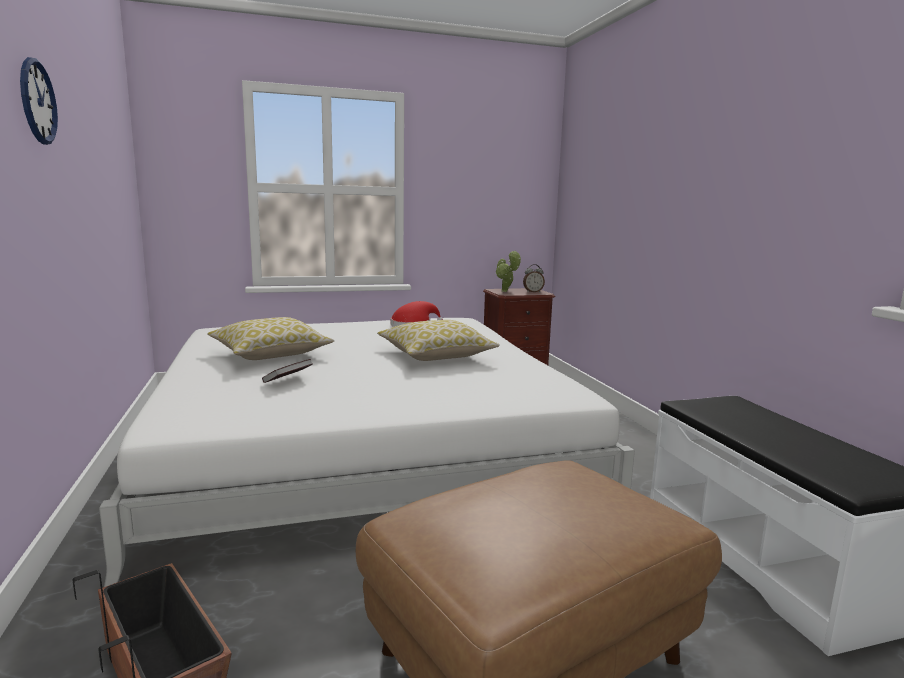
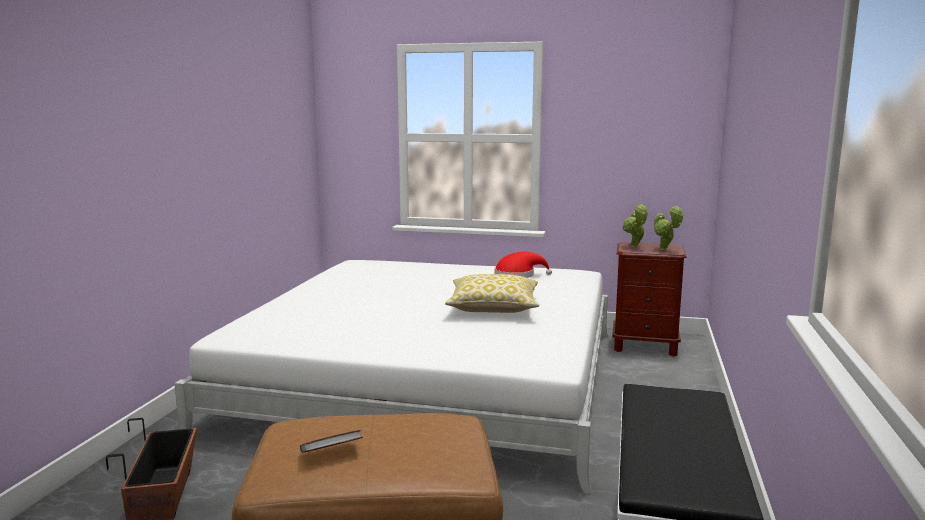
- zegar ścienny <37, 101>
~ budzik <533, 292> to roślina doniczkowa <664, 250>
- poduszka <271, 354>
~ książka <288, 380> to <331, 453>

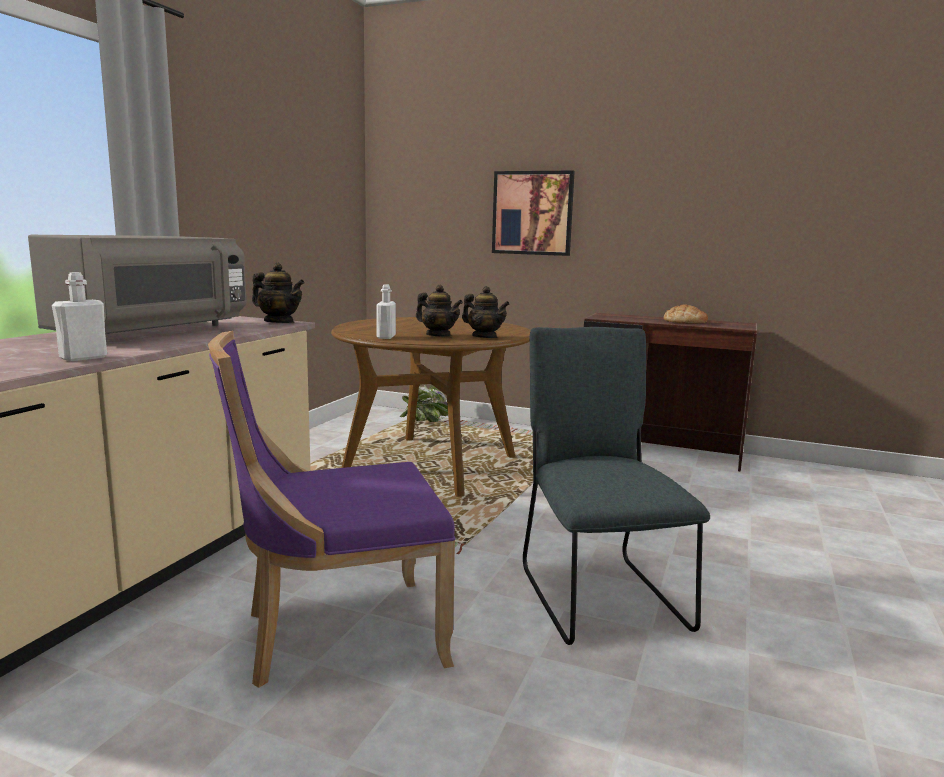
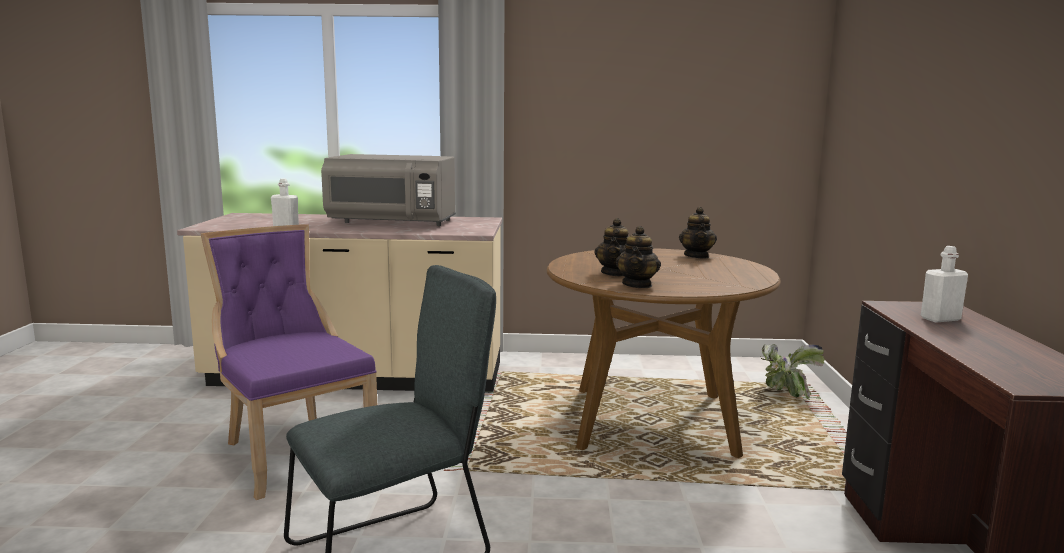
- obraz <532, 213>
~ imbryk <279, 322> to <696, 256>
~ butelka [biały] <386, 337> to <940, 319>
- chleb <685, 322>

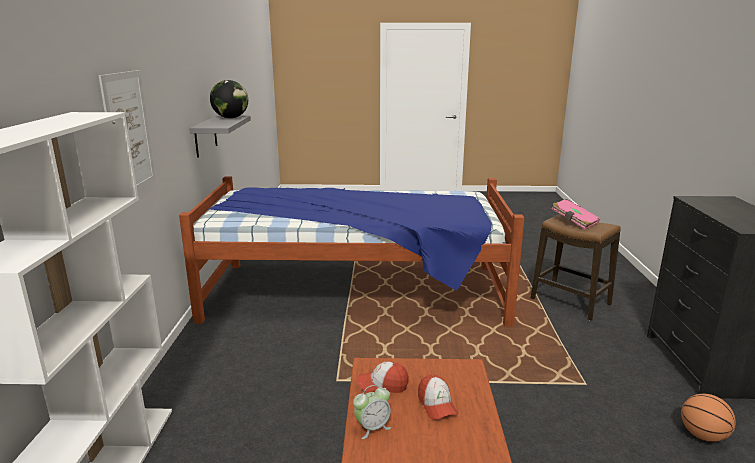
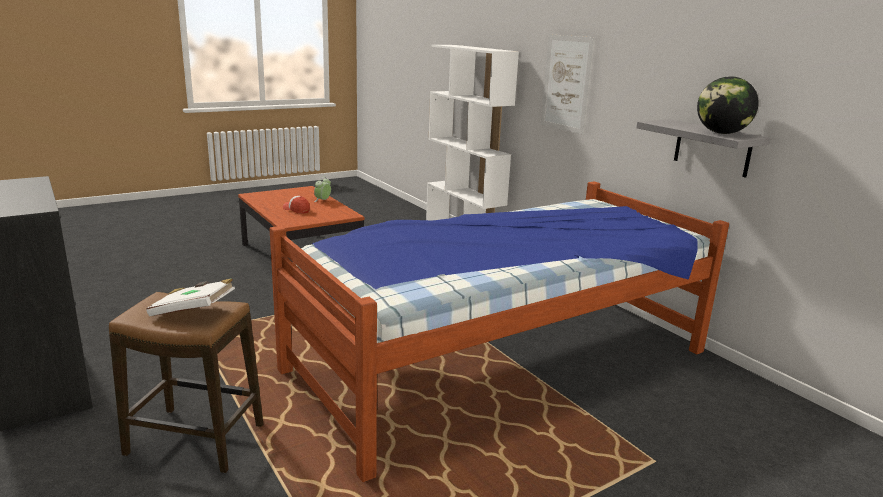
~ książka [różowy] <574, 222> to książka [biały] <193, 311>
- czapka z daszkiem <383, 384>
- piłka do koszykówki <703, 436>

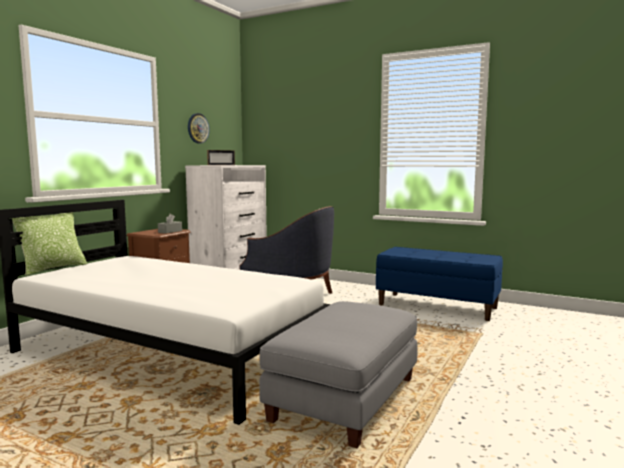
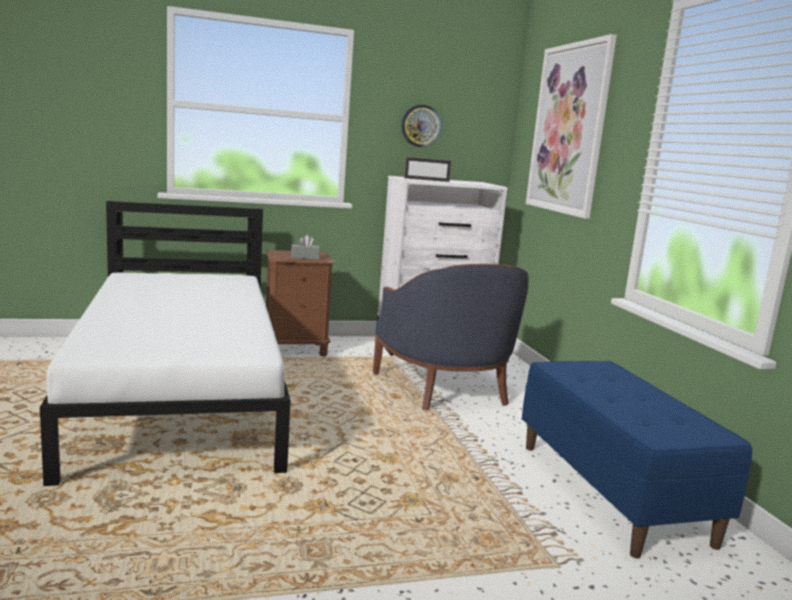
- poduszka <53, 268>
- pufa [szary] <345, 398>
+ obraz <569, 129>

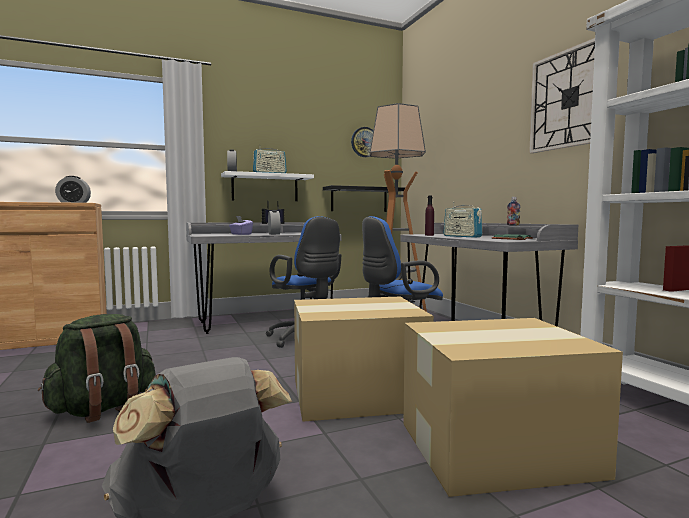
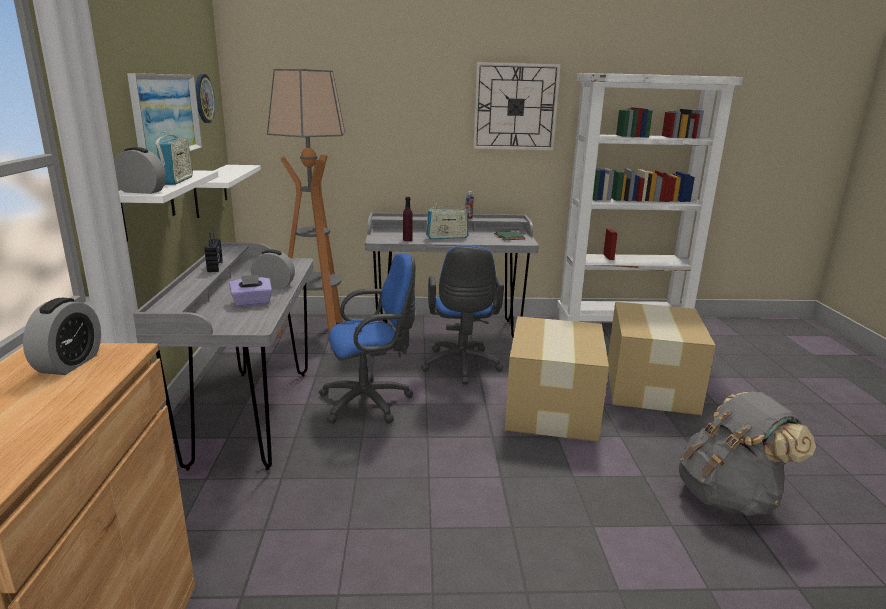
~ półka [czarny] <359, 199> to półka [biały] <210, 190>
- plecak [zielony] <103, 409>
+ obraz <166, 115>

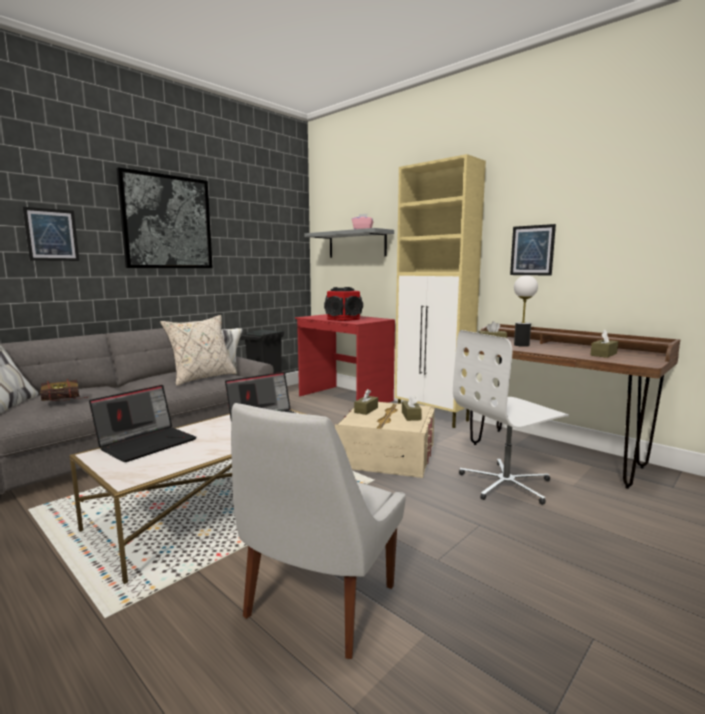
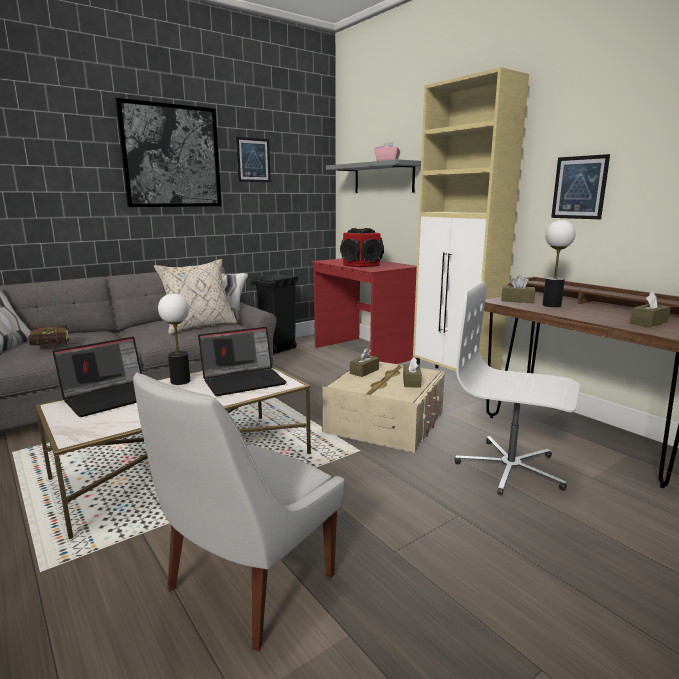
~ obraz <52, 235> to <253, 160>
~ krzesło biurowe [biały] <506, 484> = <510, 469> 45 degrees clockwise
+ lampa stołowa <180, 381>

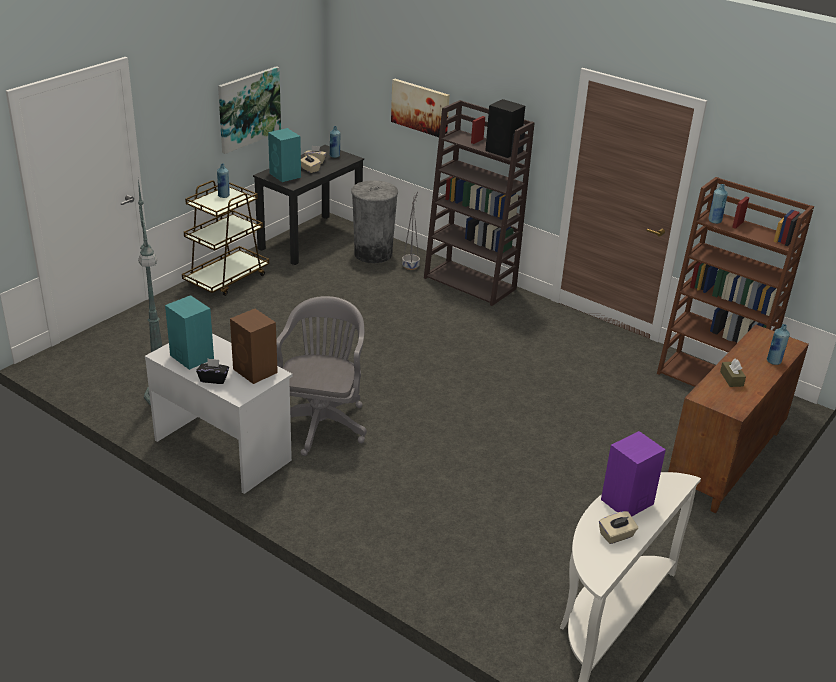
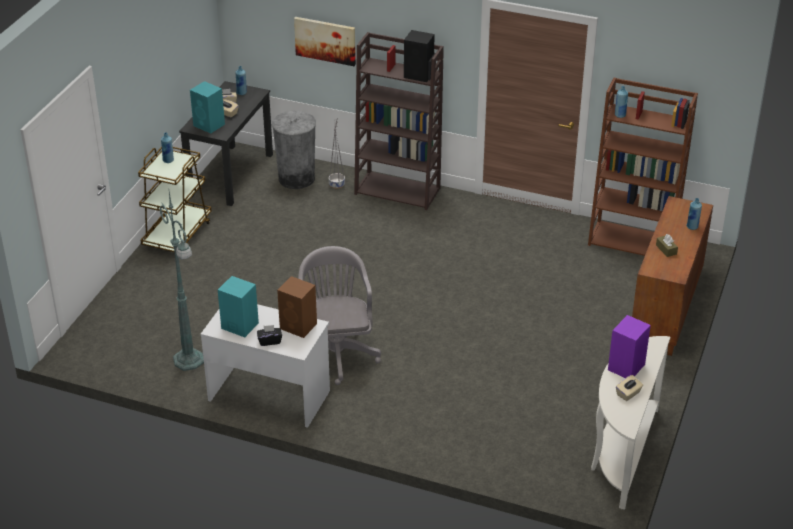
- obraz <249, 109>

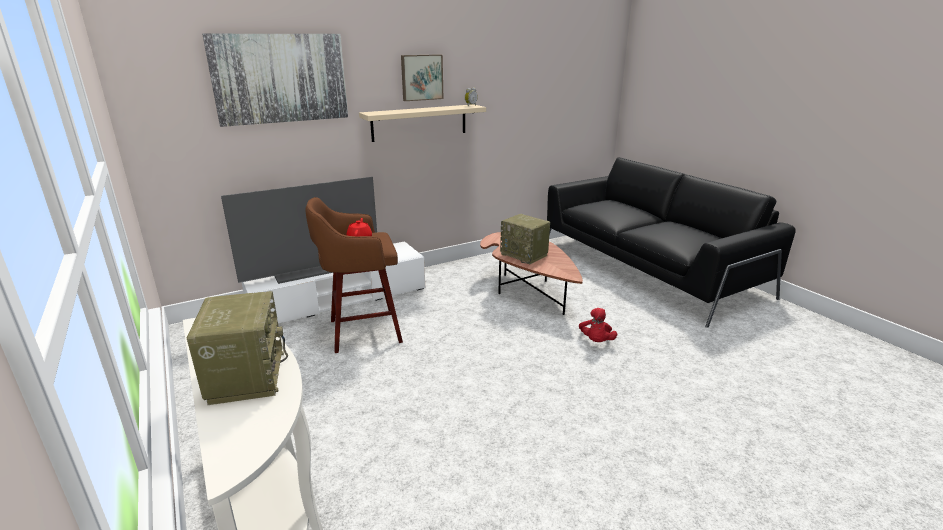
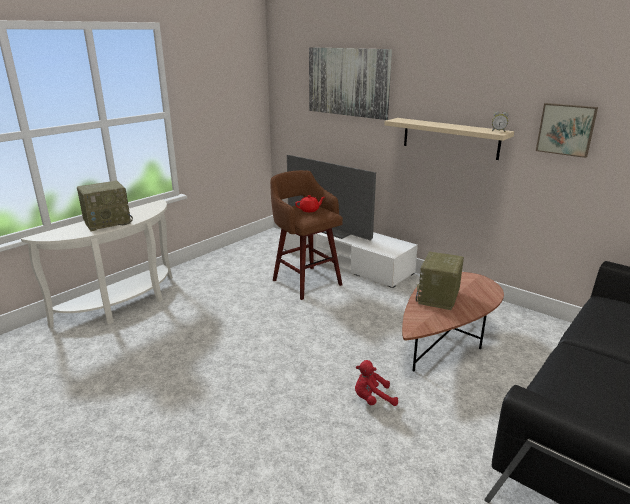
~ obraz <421, 77> to <566, 129>

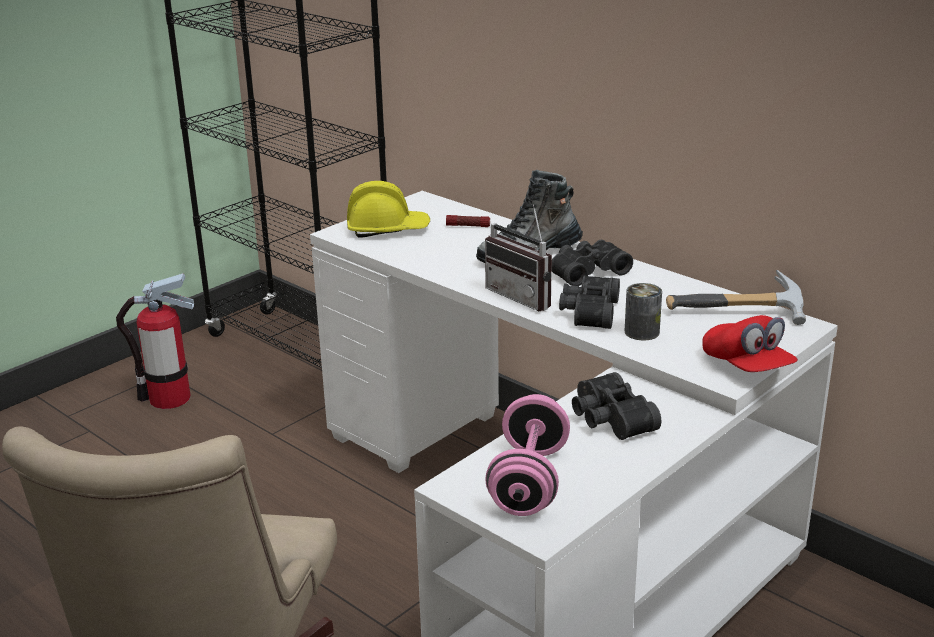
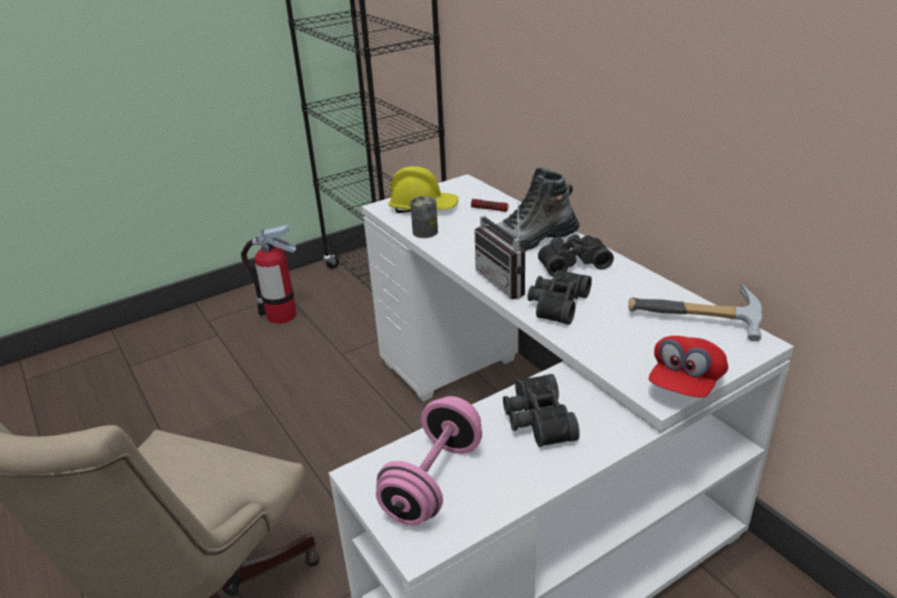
~ puszka <642, 332> to <425, 232>
~ czapka z daszkiem [czerwony] <747, 366> = <685, 383> 45 degrees clockwise

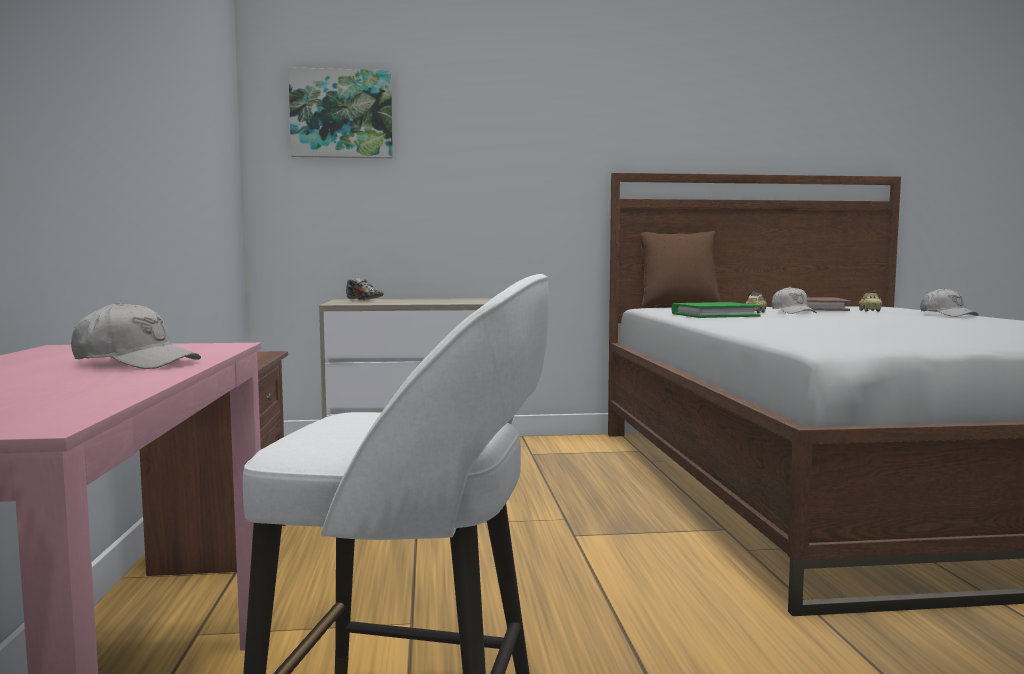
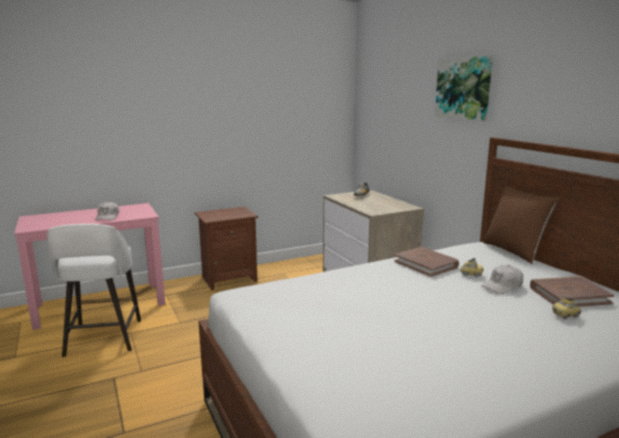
~ obraz <342, 114> to <463, 88>
- czapka z daszkiem [biały] <947, 314>
~ książka [zielony] <714, 315> to książka [brązowy] <426, 264>

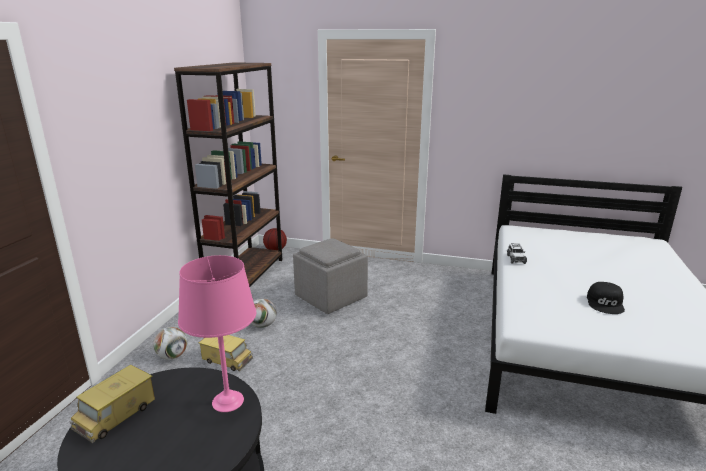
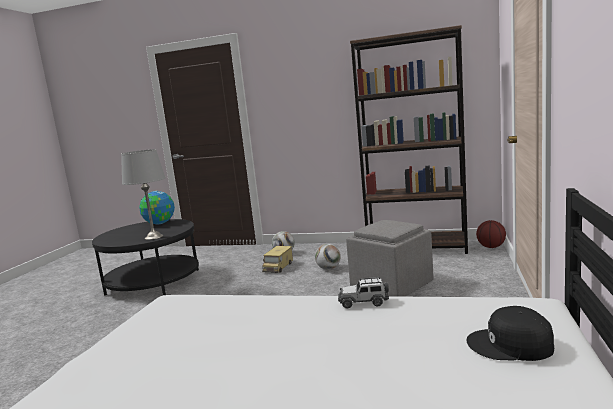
~ lampa stołowa [różowy] <228, 401> to lampa stołowa [szary] <154, 237>
~ czapka z daszkiem [czarny] <605, 303> to <510, 345>
~ ciężarówka zabawkowa <116, 415> to globus <159, 223>

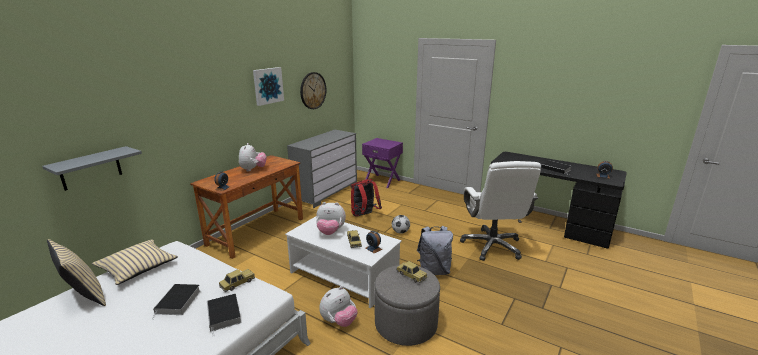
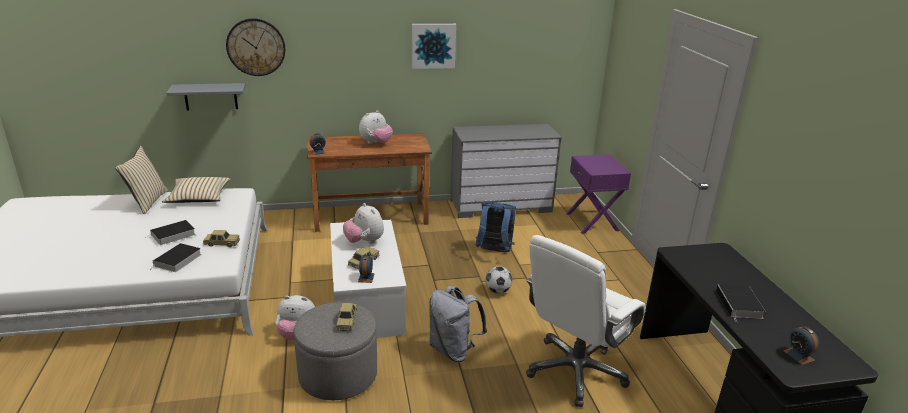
~ zegar ścienny <313, 90> to <256, 47>
~ plecak [czerwony] <364, 215> to plecak [niebieski] <494, 252>

